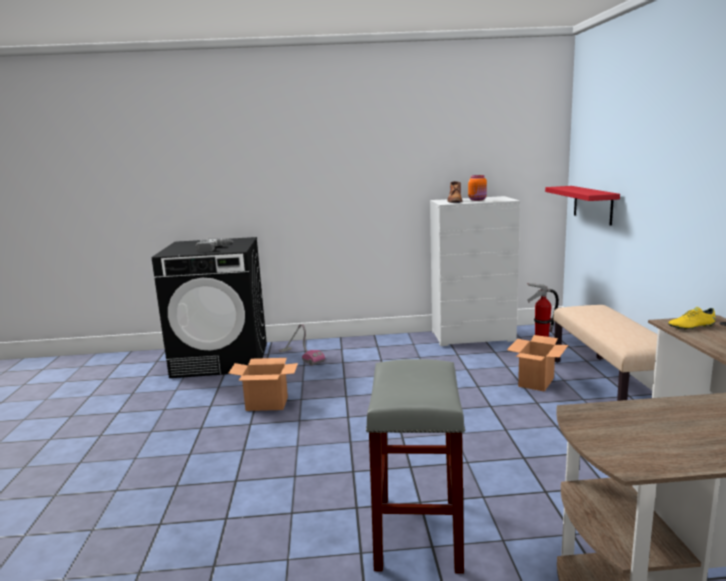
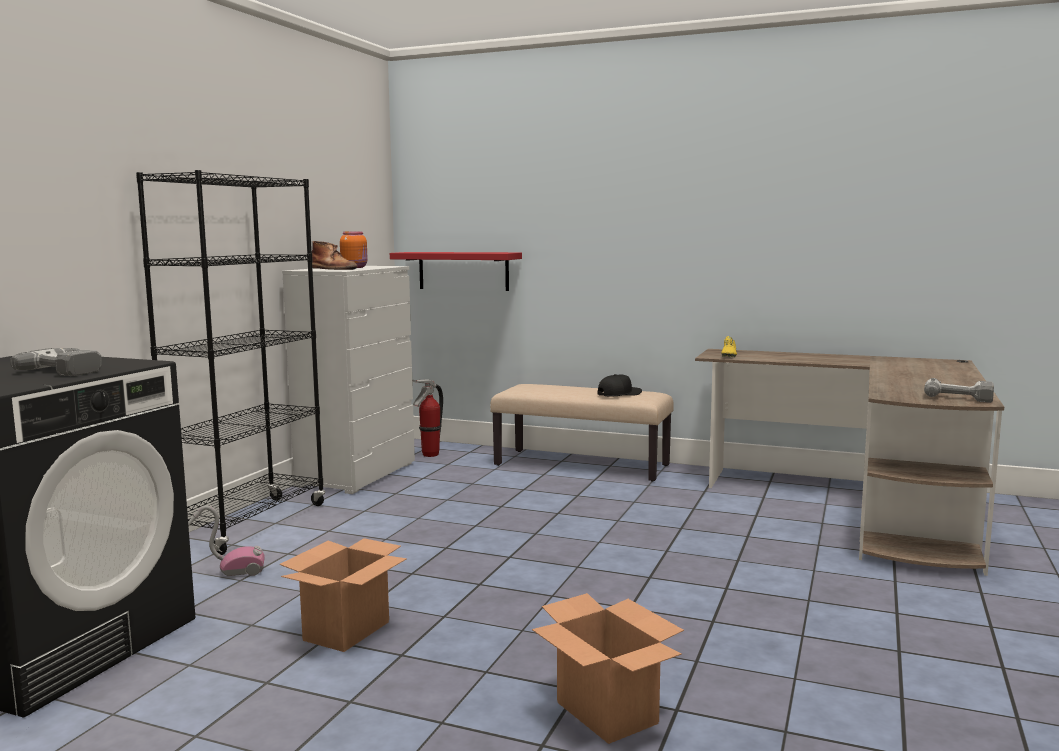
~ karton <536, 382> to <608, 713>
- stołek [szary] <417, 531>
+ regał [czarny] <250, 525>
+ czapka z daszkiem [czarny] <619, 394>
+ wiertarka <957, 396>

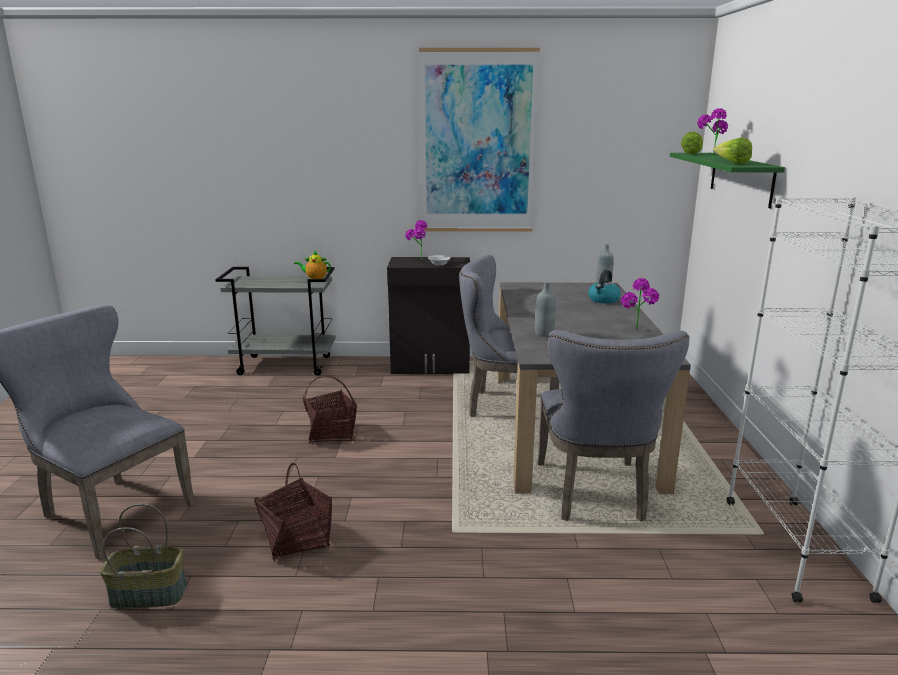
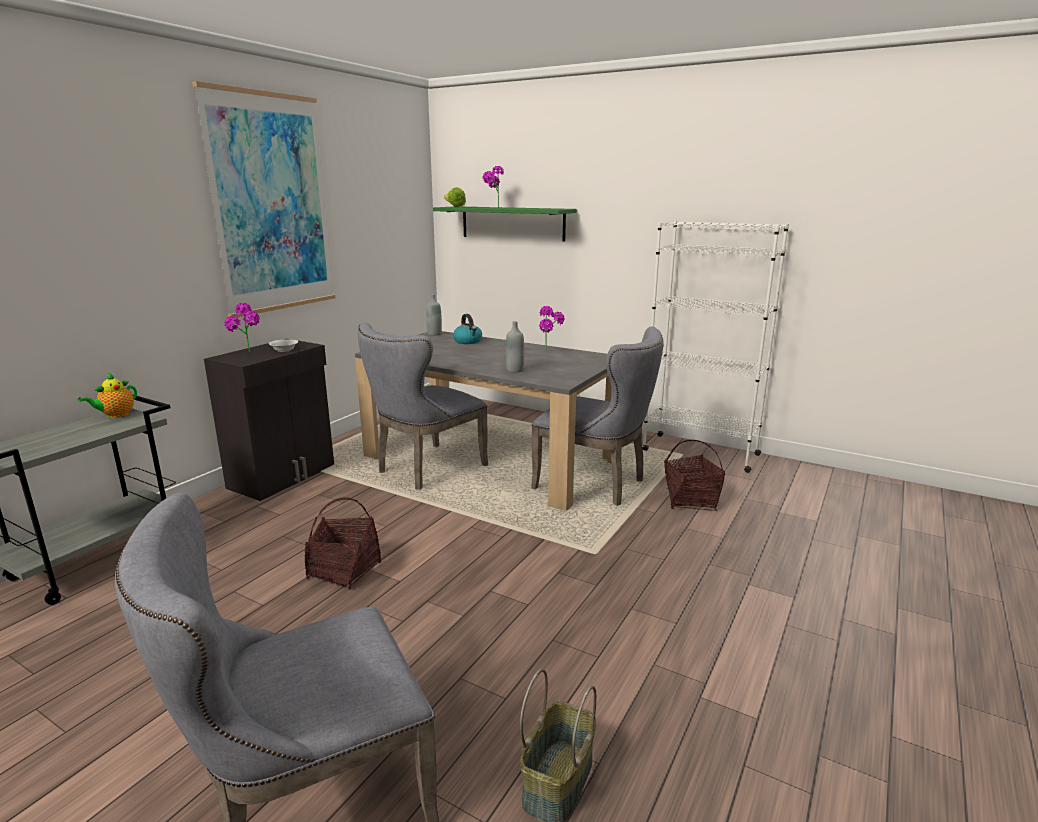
- sałata <731, 163>
~ koszyk <297, 539> to <690, 500>

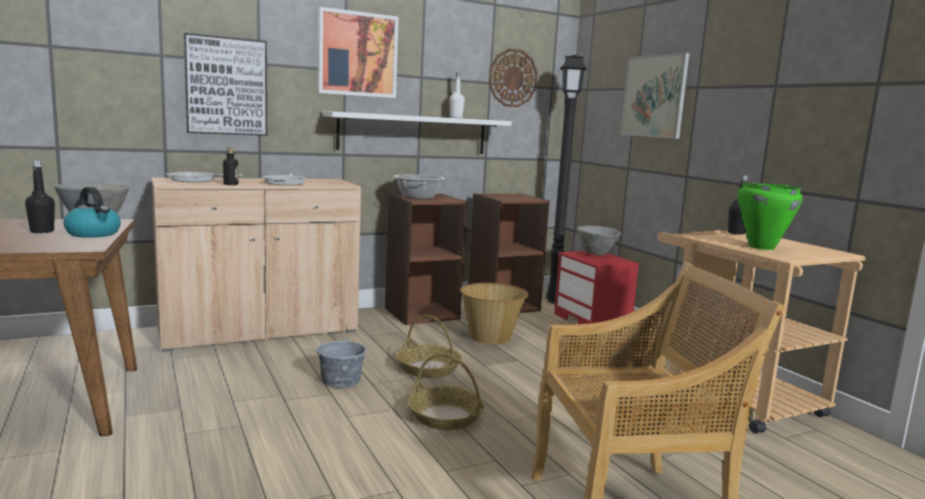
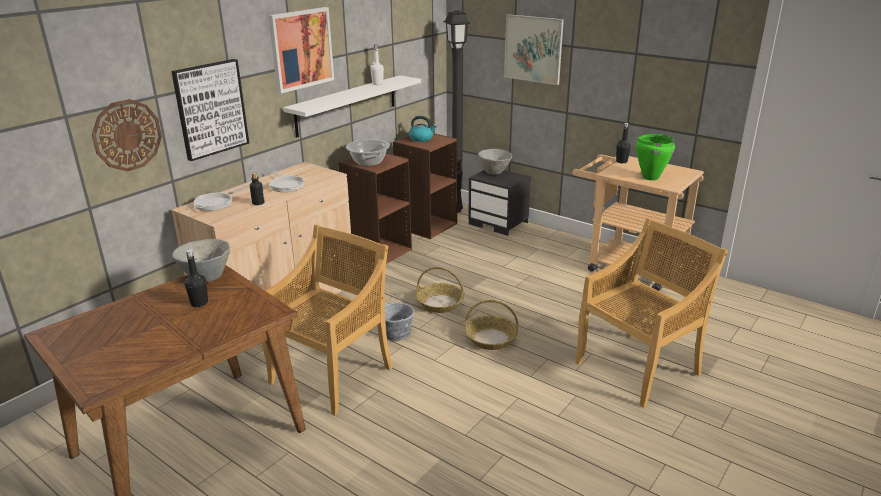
~ zegar ścienny <512, 78> to <127, 135>
~ czajnik <94, 234> to <421, 138>
~ szafka nocna [czerwony] <593, 320> to szafka nocna [czarny] <499, 223>
- koszyk <491, 337>
+ krzesło [beżowy] <332, 374>

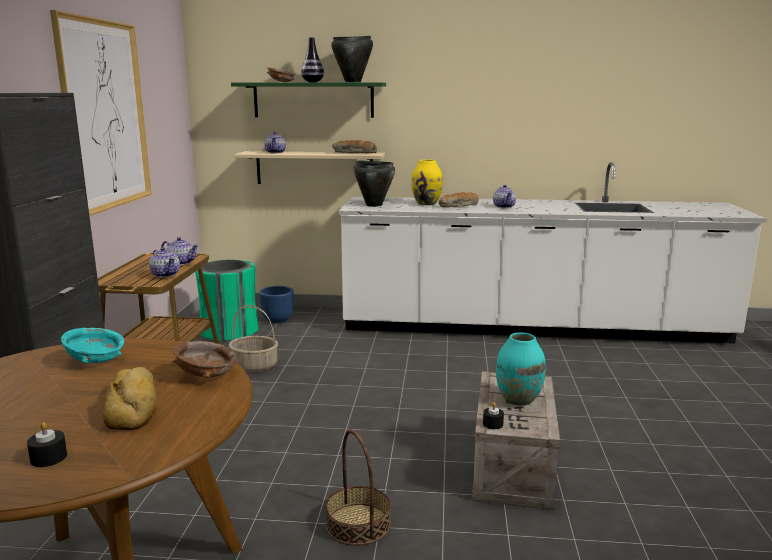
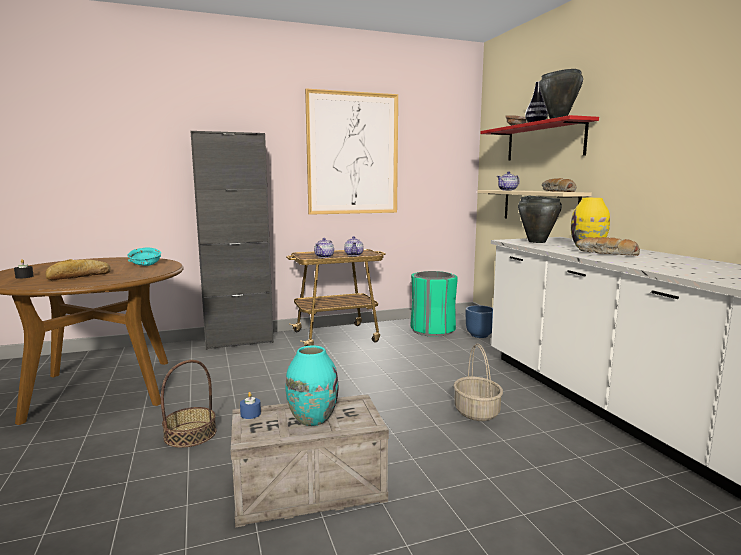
~ półka [zielony] <313, 100> to półka [czerwony] <544, 141>
- imbryk <504, 206>
~ koszyk <255, 366> to <477, 412>
- miska [brązowy] <206, 374>
~ świeca [czarny] <493, 424> to świeca [niebieski] <250, 414>

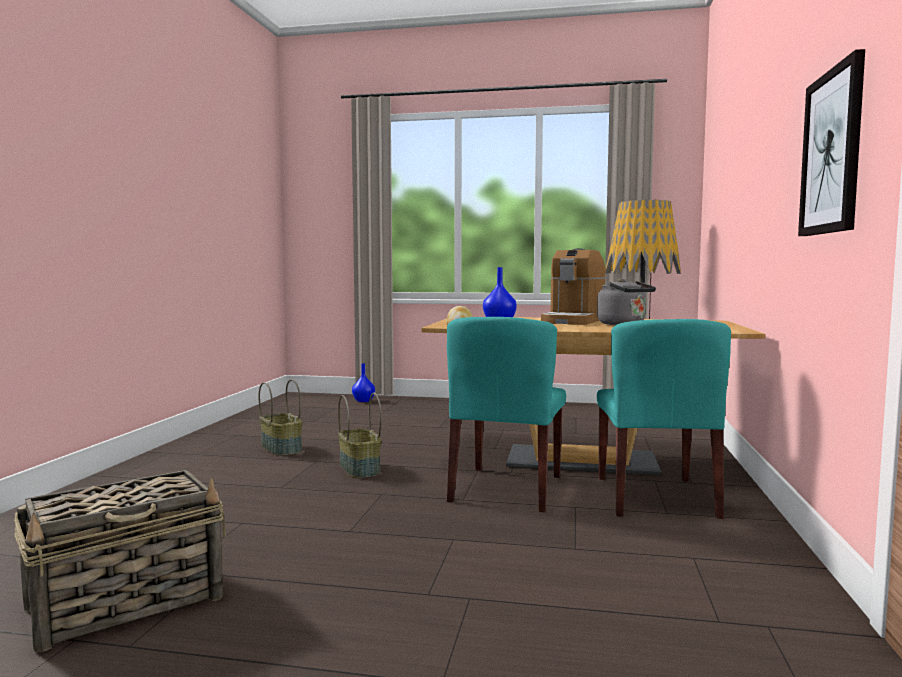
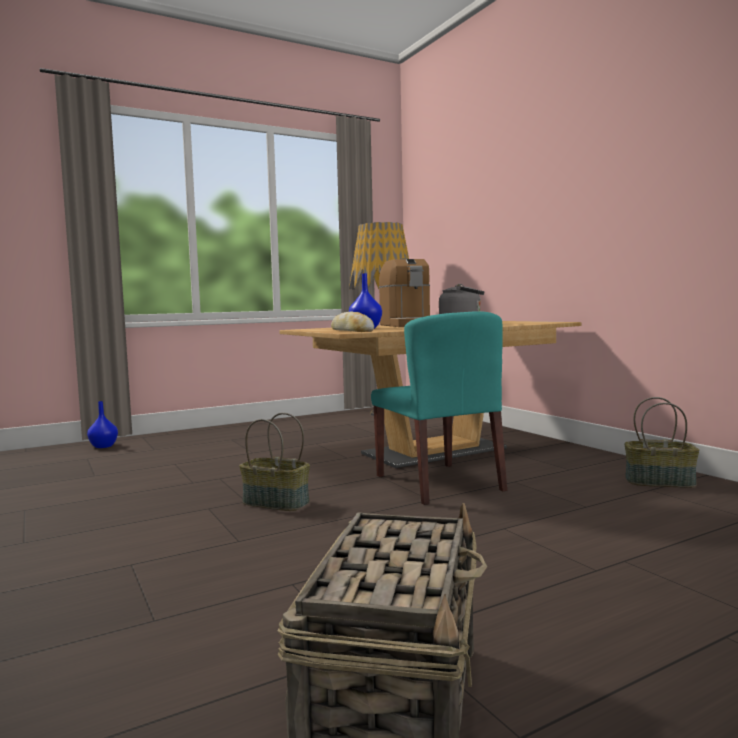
- obraz <832, 152>
- krzesło [turkusowy] <655, 497>
~ koszyk <282, 449> to <660, 481>

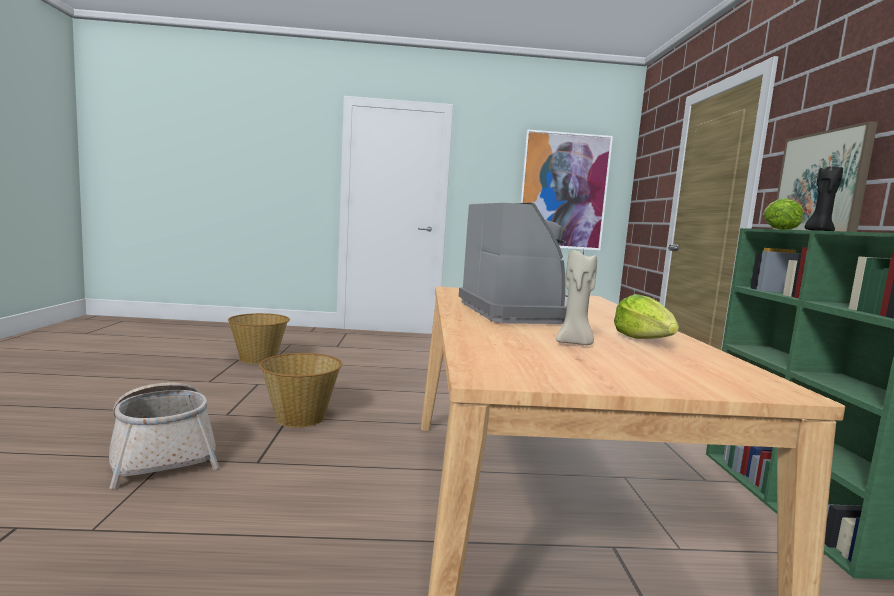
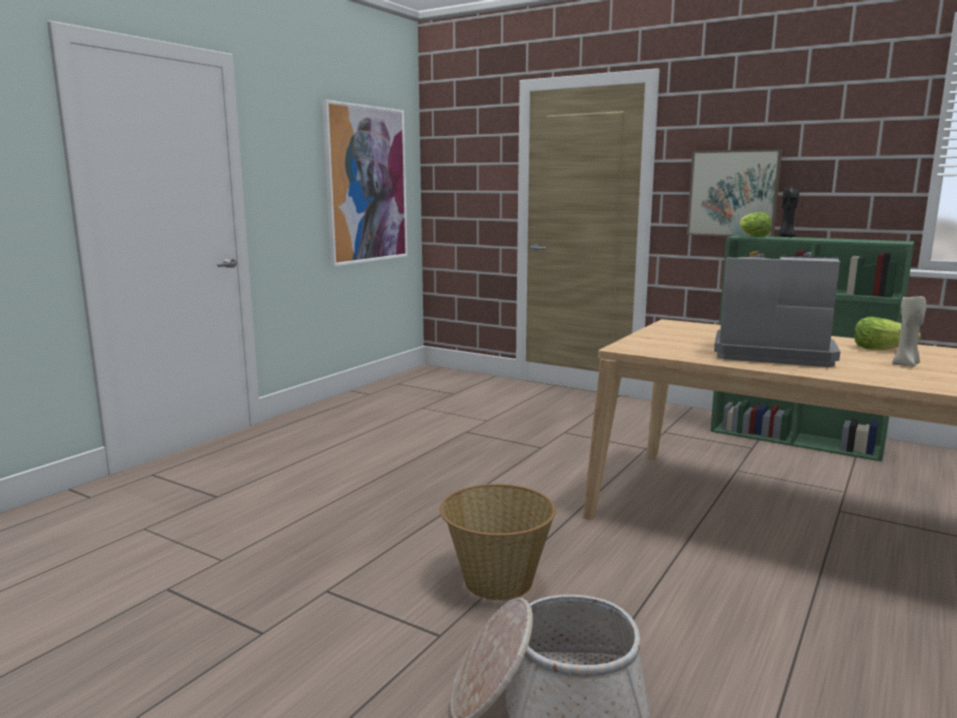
- koszyk <259, 358>

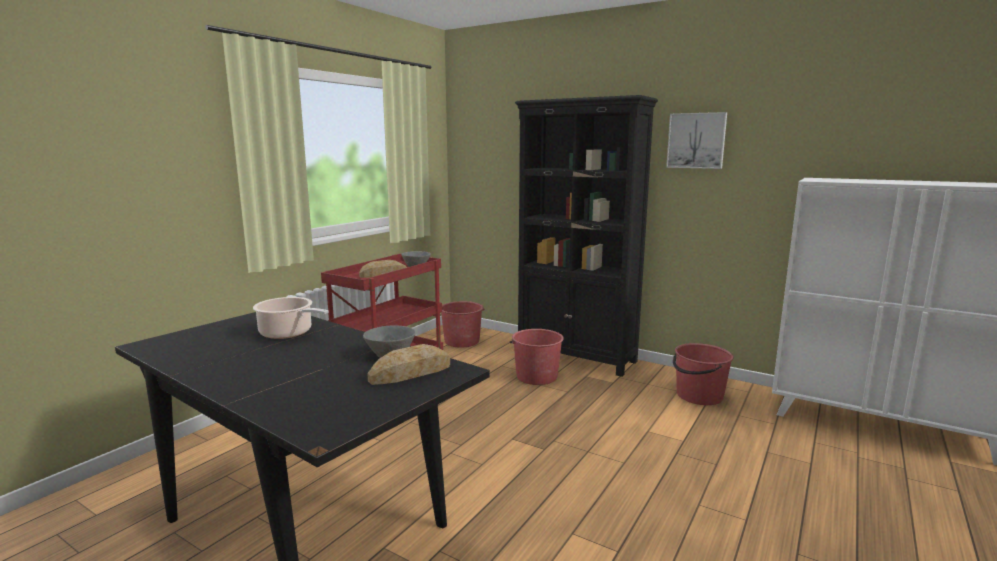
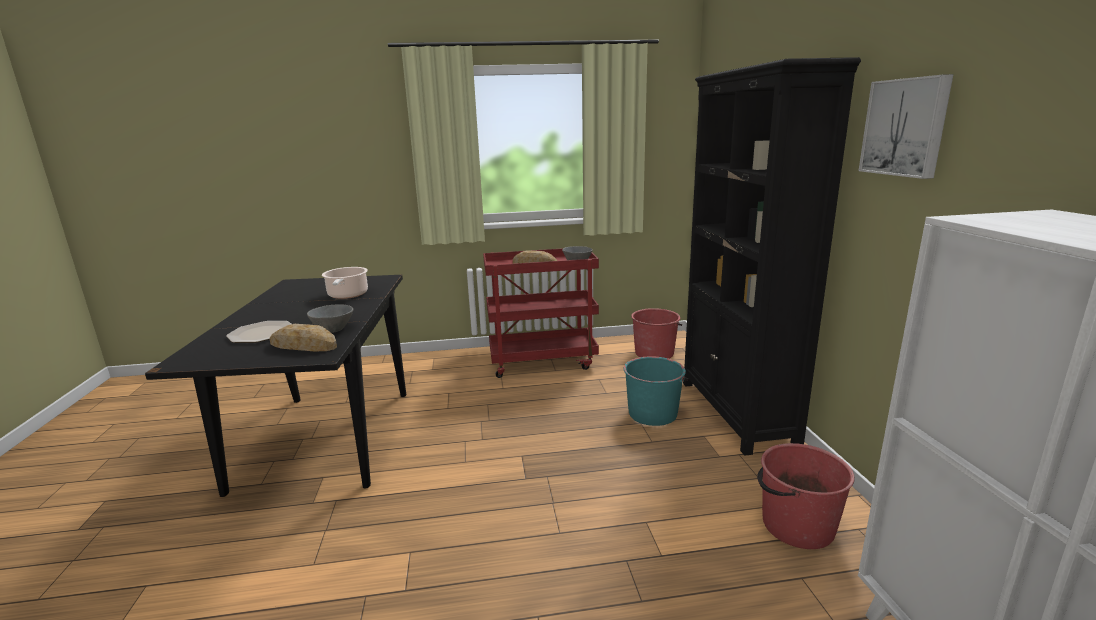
~ wiadro [czerwony] <536, 376> to wiadro [turkusowy] <653, 413>
+ talerz <261, 333>

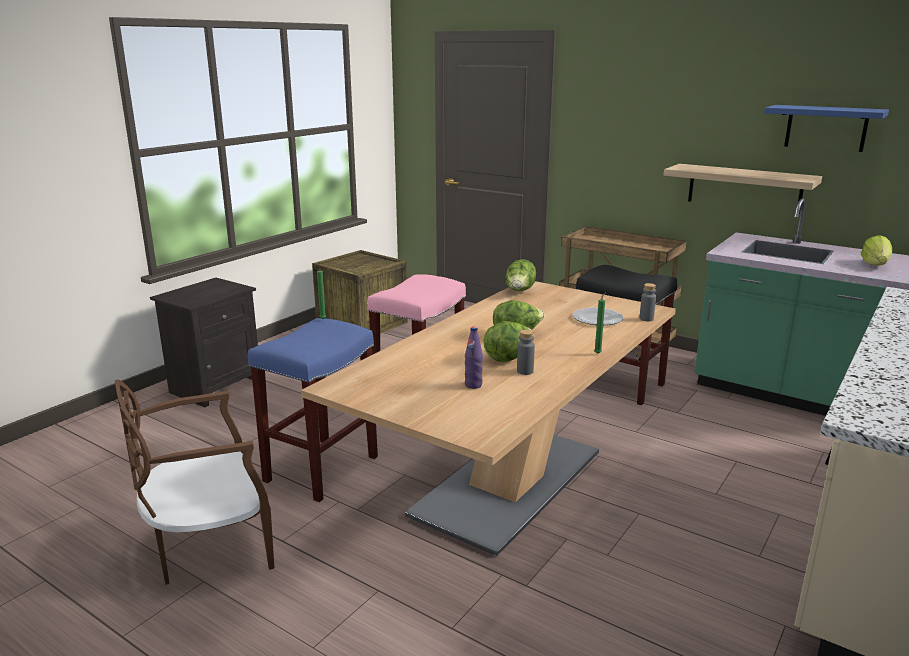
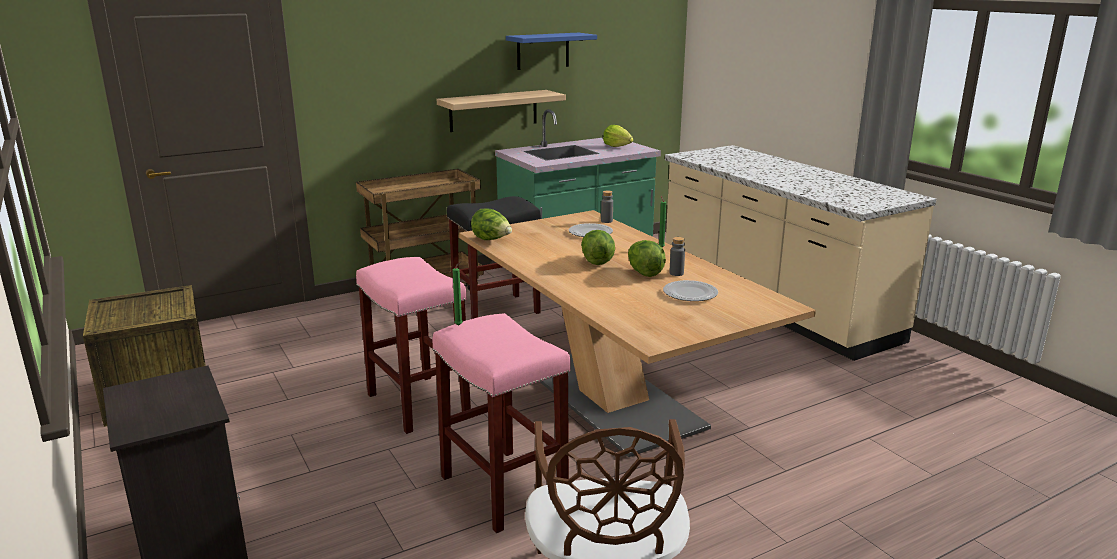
~ stołek [niebieski] <322, 468> to stołek [różowy] <501, 488>
~ butelka [fioletowy] <473, 385> to talerz <690, 293>

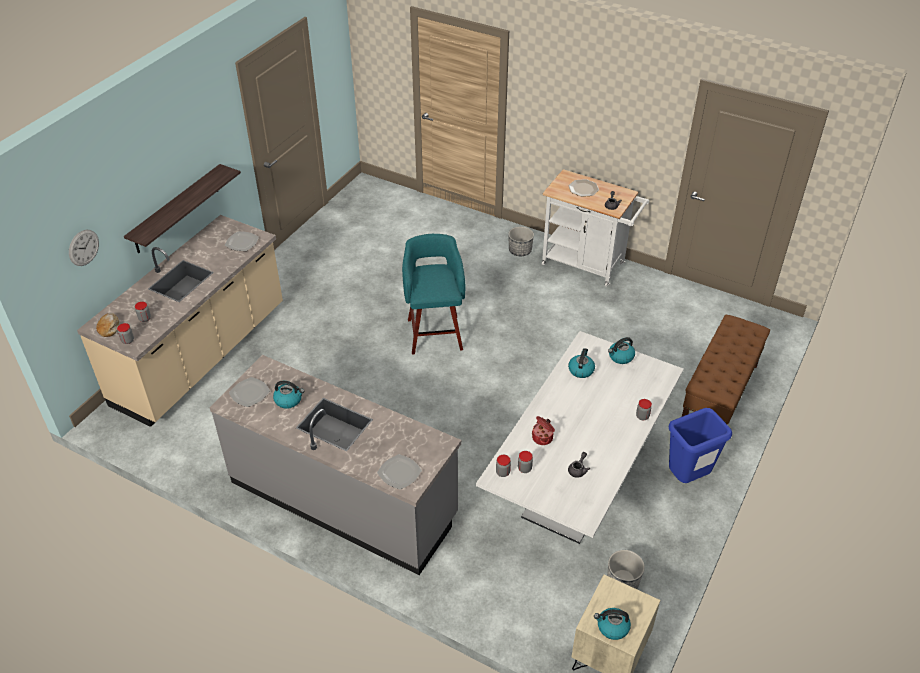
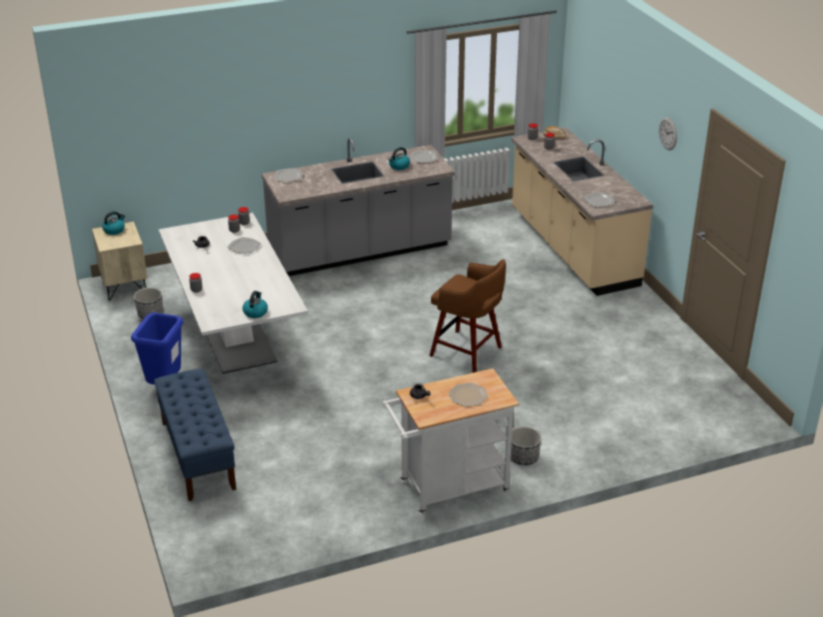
- półka <176, 209>
~ zegar ścienny <83, 247> to <668, 133>
~ stołek [turkusowy] <435, 333> to stołek [brązowy] <467, 352>
~ ławka [brązowy] <719, 395> to ławka [niebieski] <197, 455>
- czajnik <581, 370>
~ garnek <543, 438> to talerz <244, 247>

